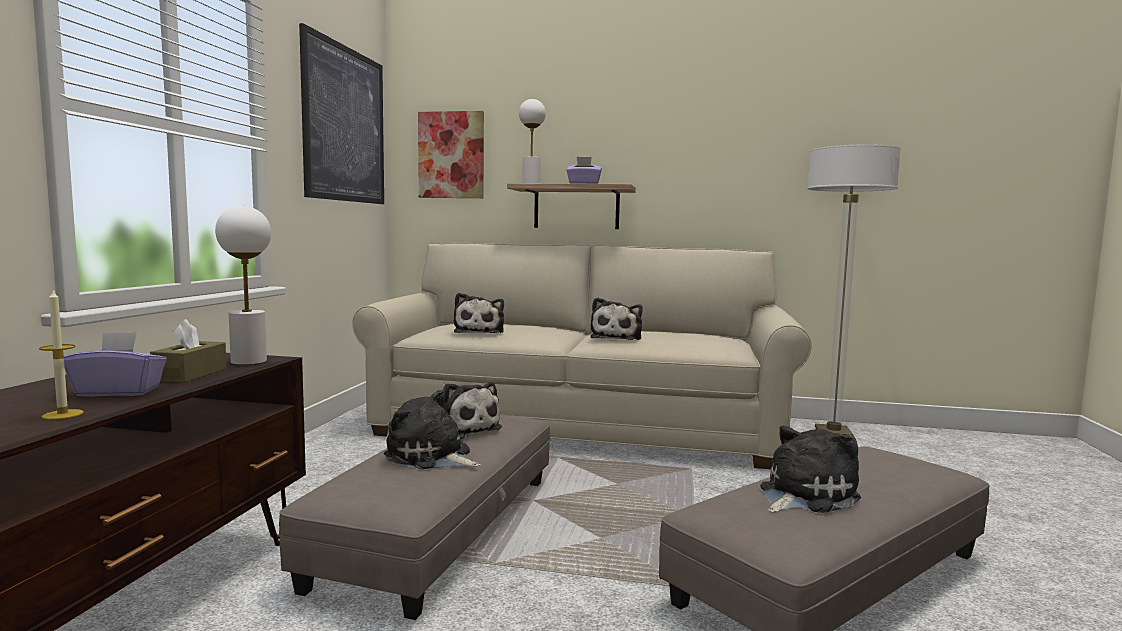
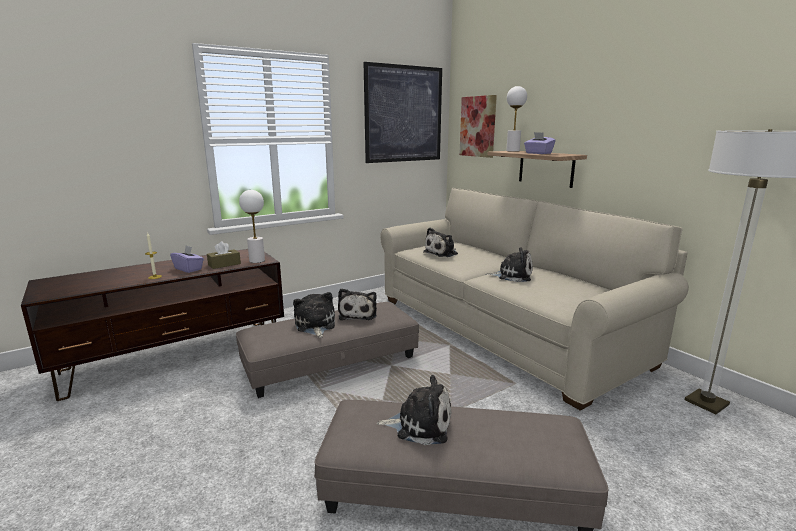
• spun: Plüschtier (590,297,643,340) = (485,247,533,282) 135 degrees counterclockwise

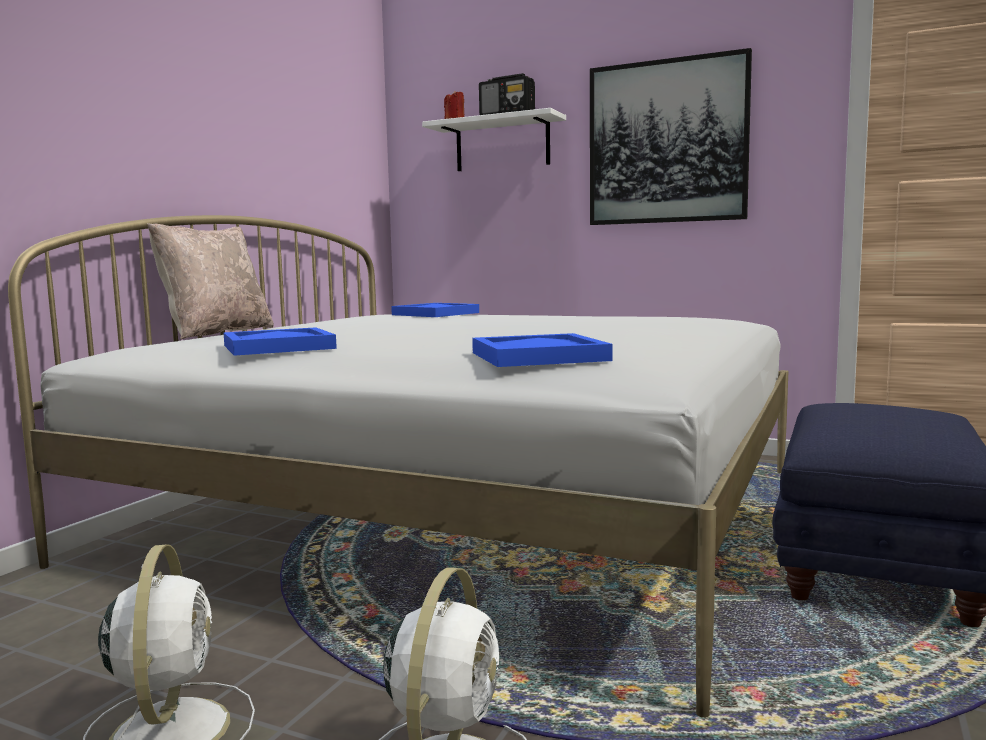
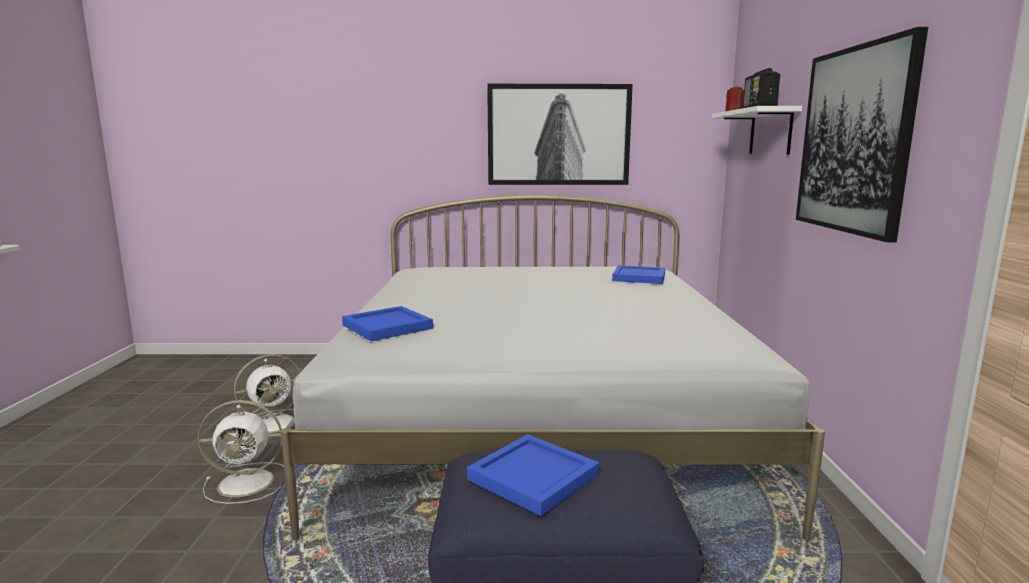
• missing: Kissen (beige) (147,223,274,340)
• relocated: Tablett (blau) (223,327,337,356) to (467,434,599,516)
• appeared: Bild (487,84,633,185)

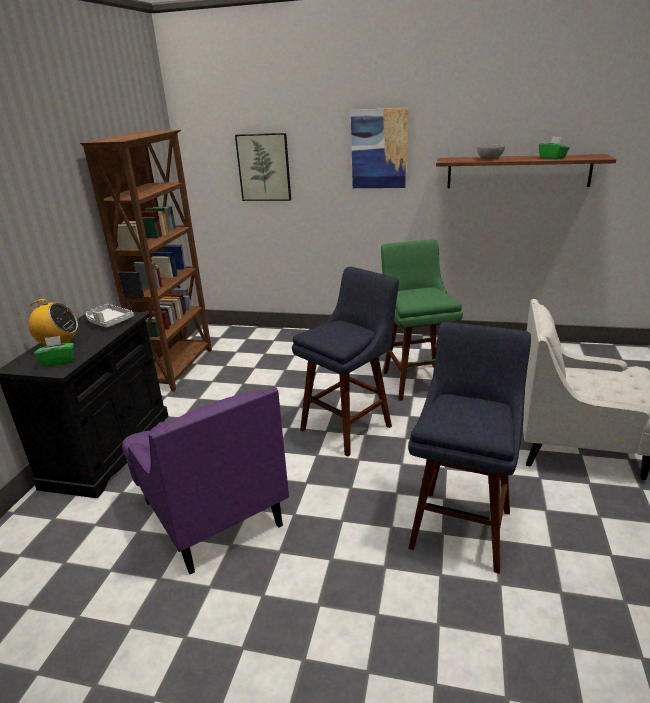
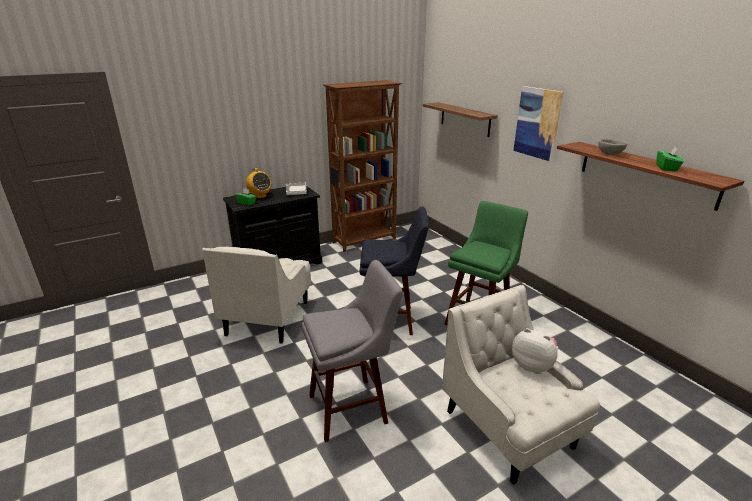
• colour: Sessel (lila) (122,387,289,575) to Sessel (weiß) (202,247,311,344)
• exchanged: Bild (235,133,291,201) to Wandregal (423,102,498,137)
• colour: Hocker (blau) (408,322,531,574) to Hocker (grau) (302,260,402,442)
• appeared: Plüschtier (512,328,558,374)

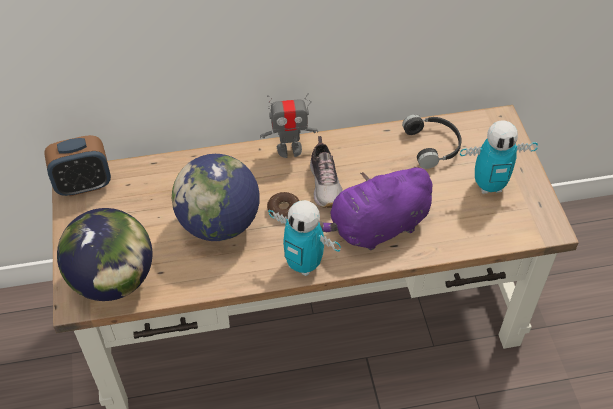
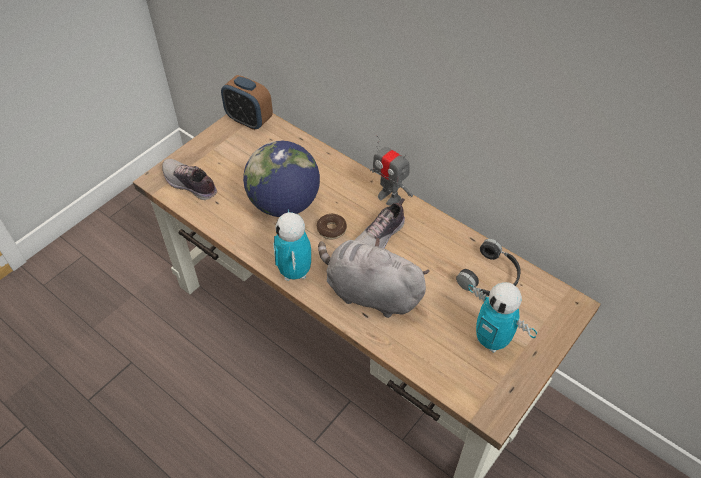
• exchanged: Globus (57,208,153,301) to Schuh (162,159,217,200)
• colour: Plüschtier (lila) (319,167,432,250) to Plüschtier (grau) (318,237,430,318)

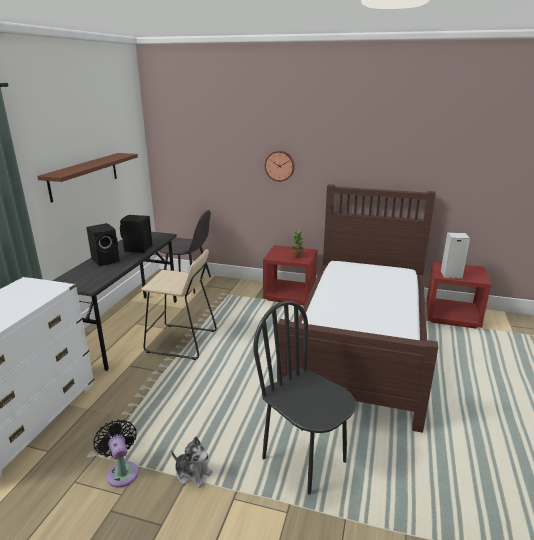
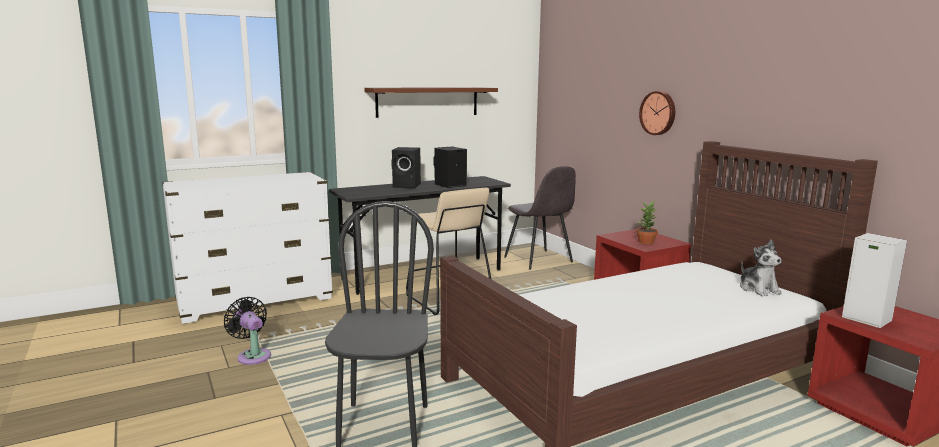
• spun: Ventilator (schwarz) (93,419,139,488) = (224,297,271,365) 60 degrees counterclockwise
• relocated: Plüschtier (171,436,213,488) to (740,240,782,296)

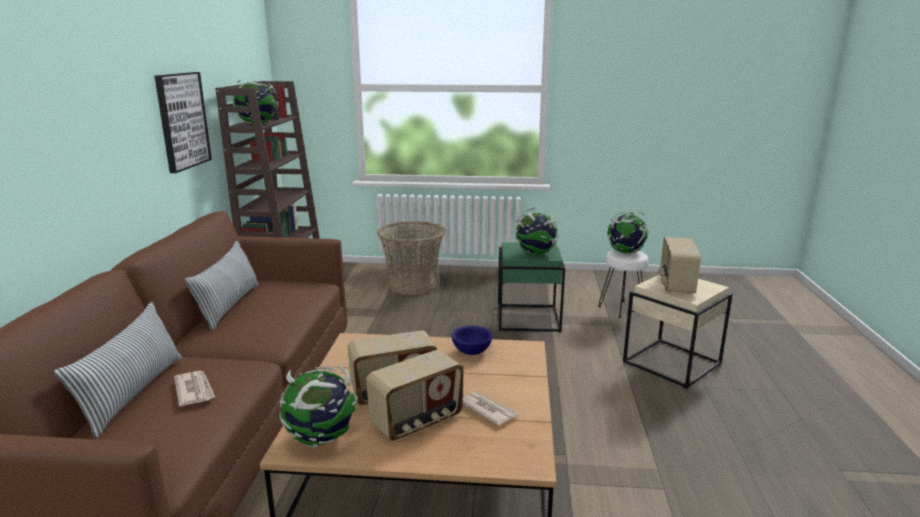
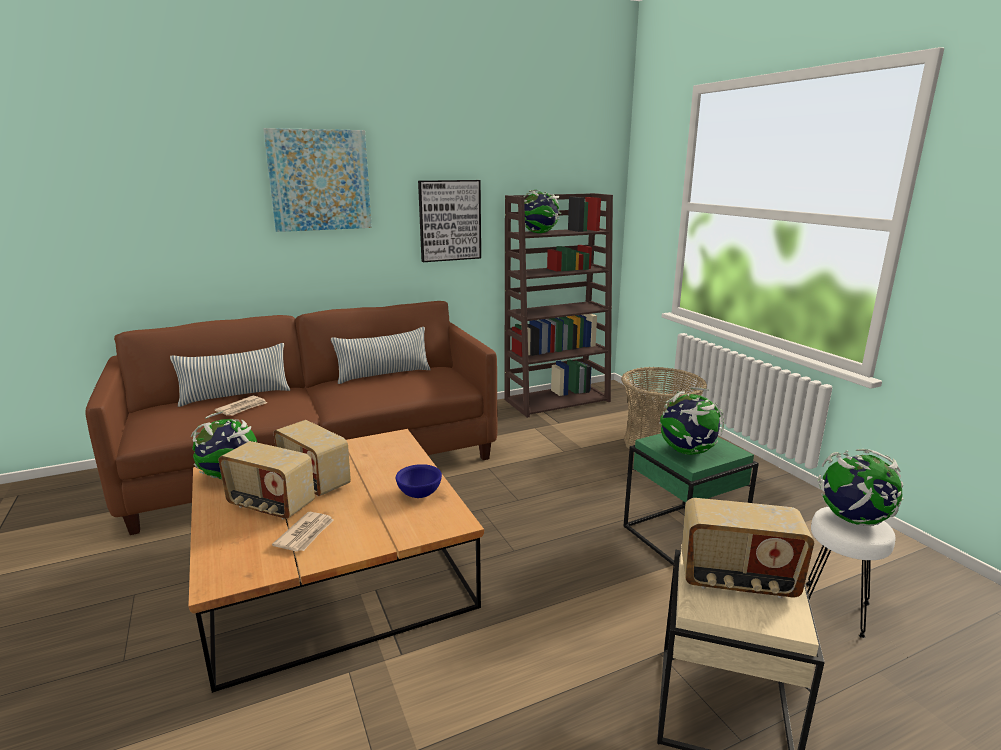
• spun: Radio (658,237,701,294) = (682,498,814,598) 150 degrees counterclockwise
• appeared: Bild (263,128,372,232)

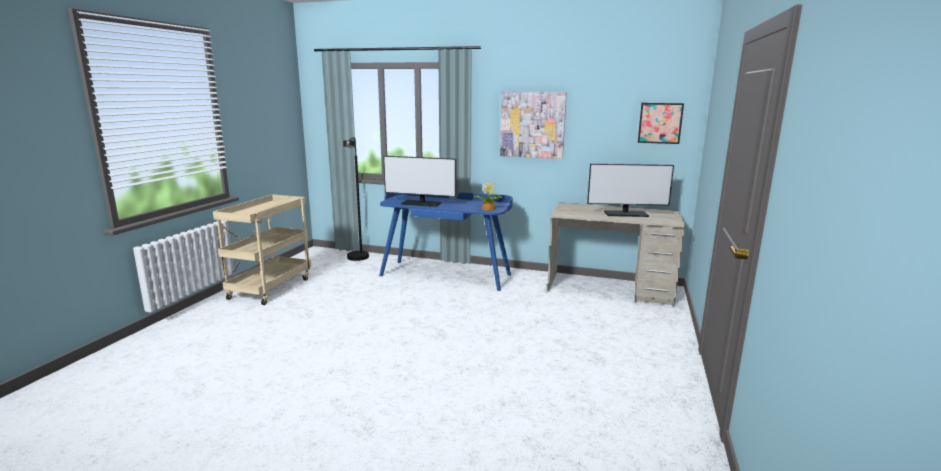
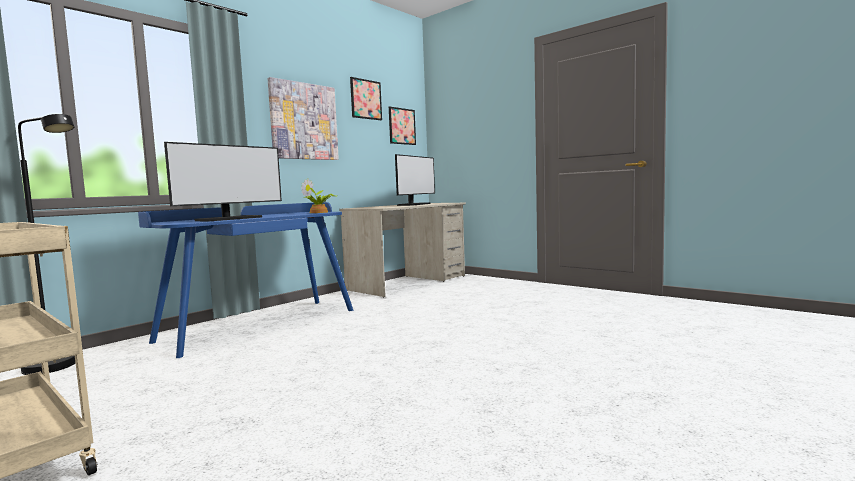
• appeared: Bild (350,77,382,120)

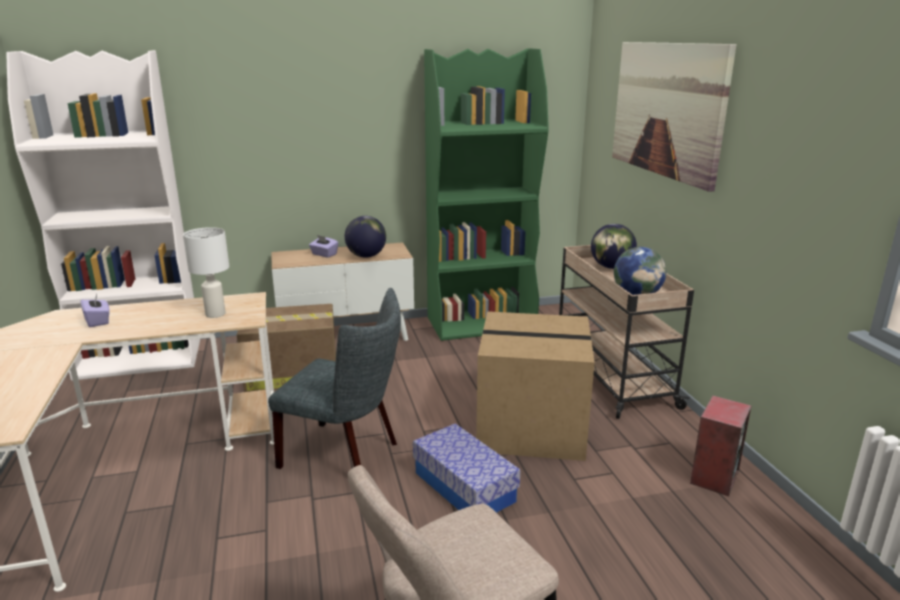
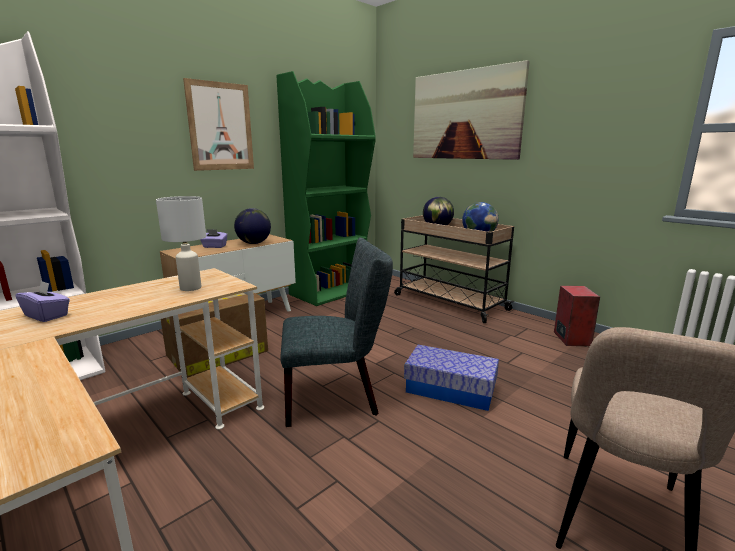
• missing: Karton (476,311,595,461)
• appeared: Bild (183,78,254,171)

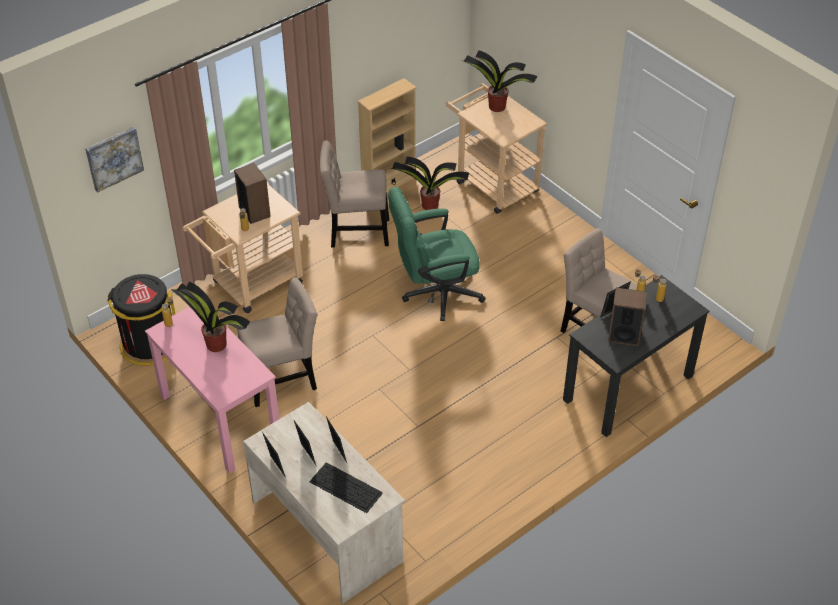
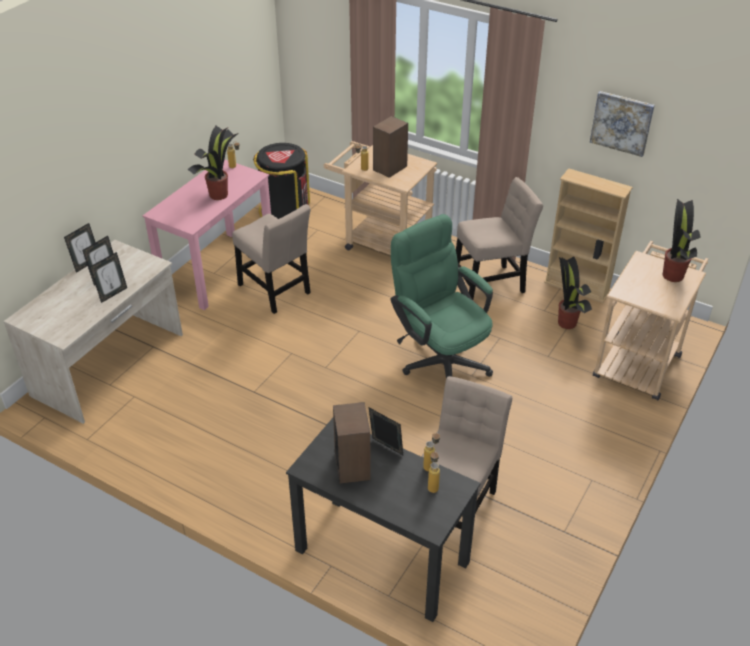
• relocated: Bild (85,127,144,193) to (590,91,655,157)
• missing: Tastatur (309,462,383,513)
• spun: Stuhl (beige) (320,140,389,247) = (456,177,543,300) 90 degrees clockwise

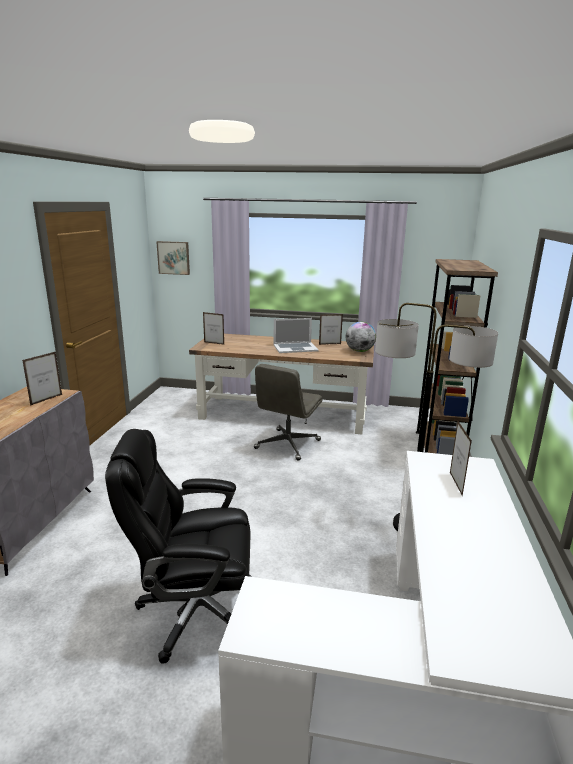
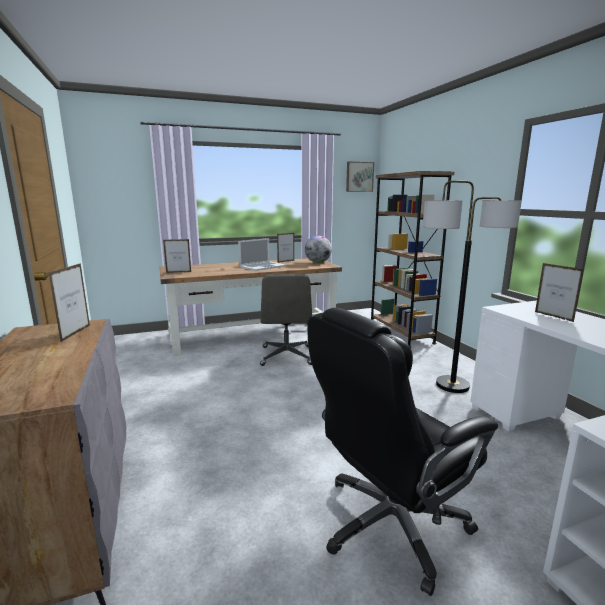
• relocated: Bild (156,241,190,275) to (346,162,374,192)

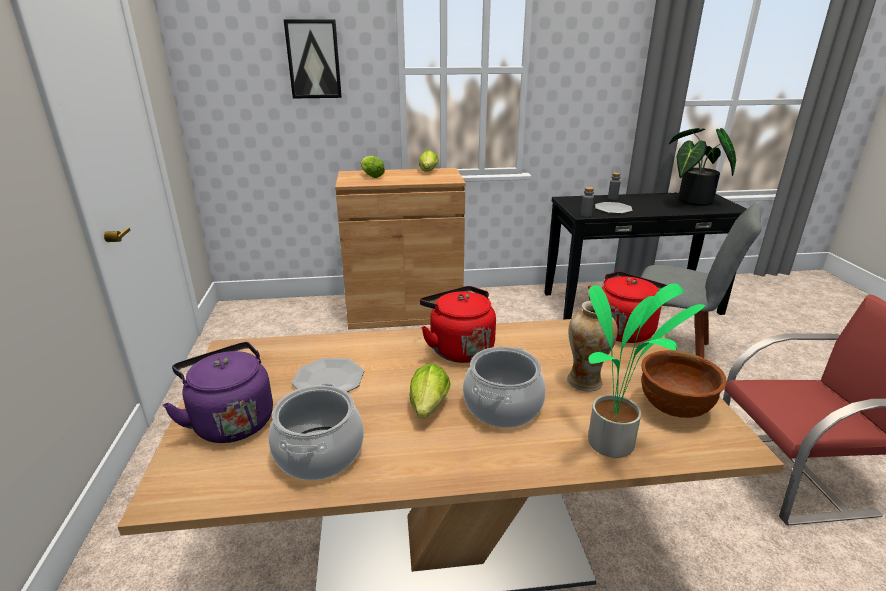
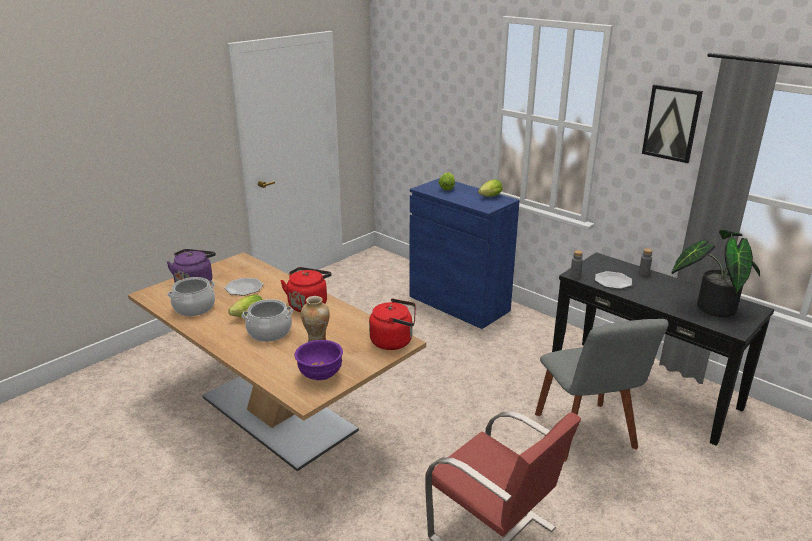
• relocated: Bild (283,19,342,98) to (642,84,703,163)
• colour: Schrank (braun) (335,168,466,330) to Schrank (blau) (409,178,520,329)
• missing: Topfpflanze (588,283,705,458)
• colour: Schüssel (braun) (641,350,727,418) to Schüssel (lila) (295,340,343,380)

